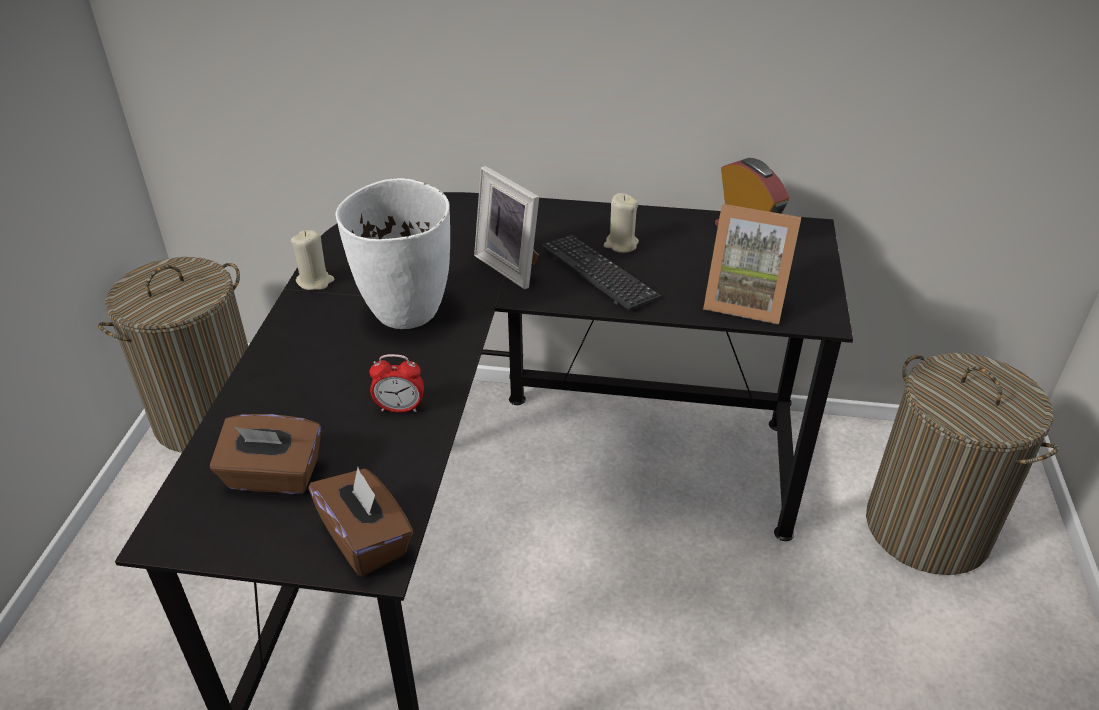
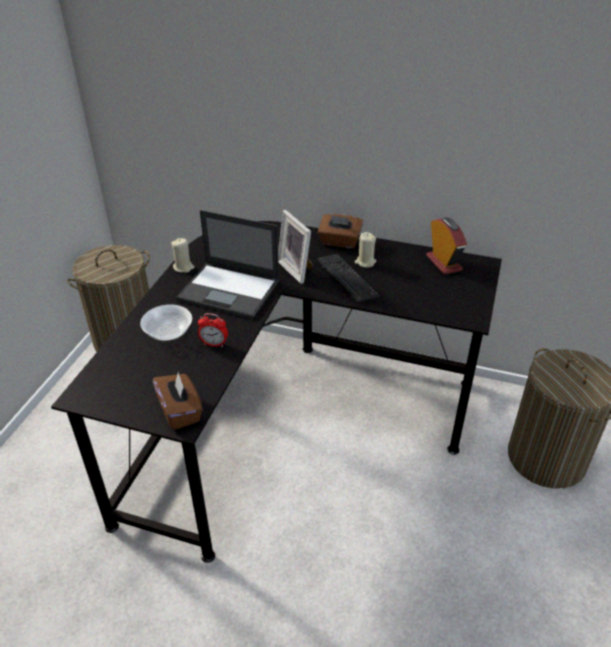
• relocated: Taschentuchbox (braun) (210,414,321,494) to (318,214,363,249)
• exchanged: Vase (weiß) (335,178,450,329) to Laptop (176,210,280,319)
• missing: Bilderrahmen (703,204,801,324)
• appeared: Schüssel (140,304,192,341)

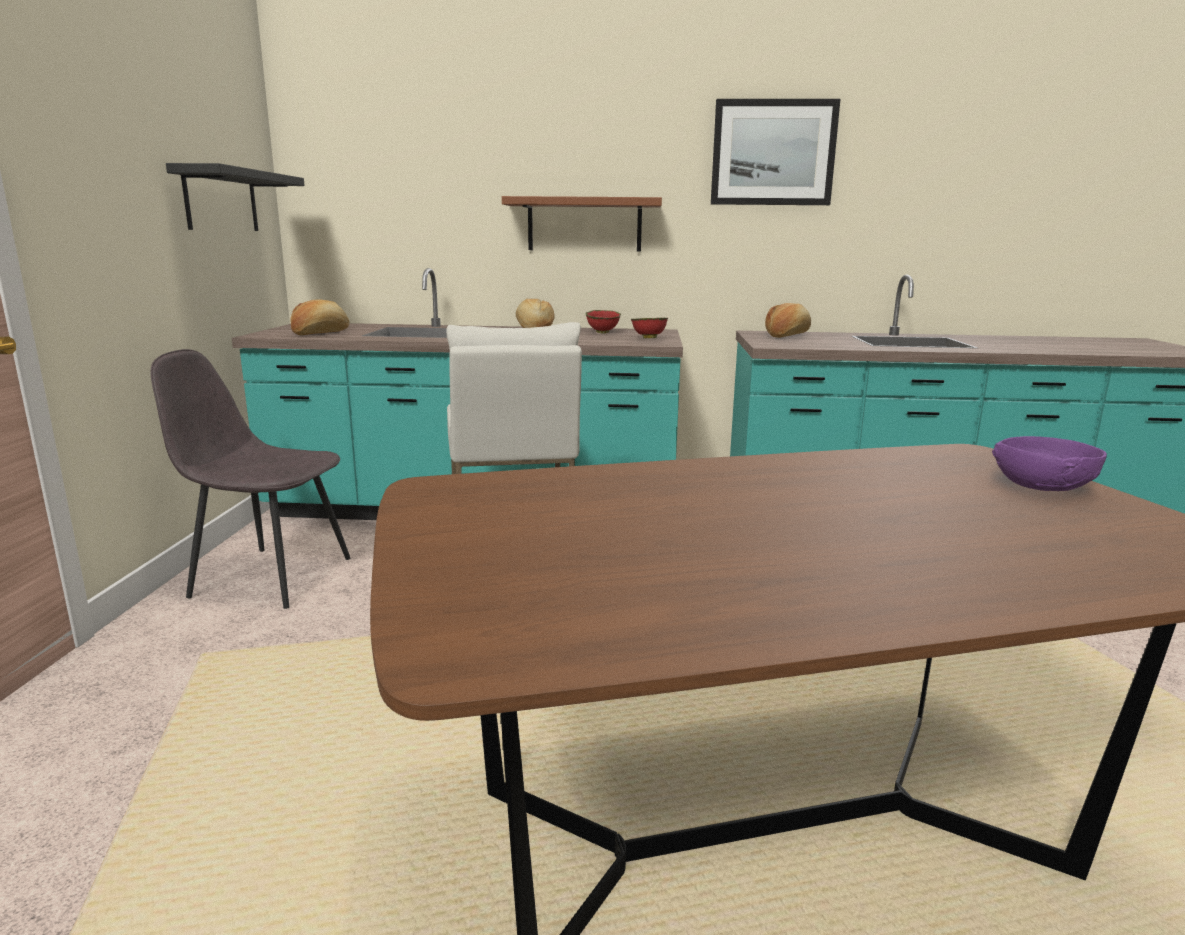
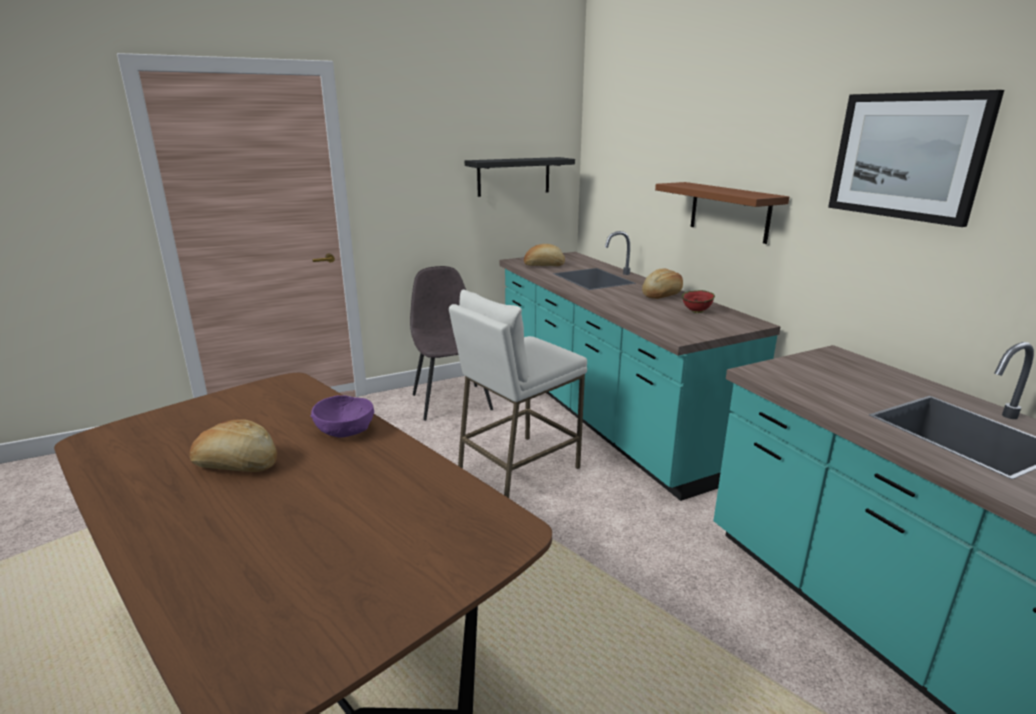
• missing: Schüssel (rot) (631,318,668,338)
• relocated: Brot (765,303,811,338) to (190,419,277,472)
• relocated: Schüssel (lila) (992,436,1107,491) to (311,395,374,438)

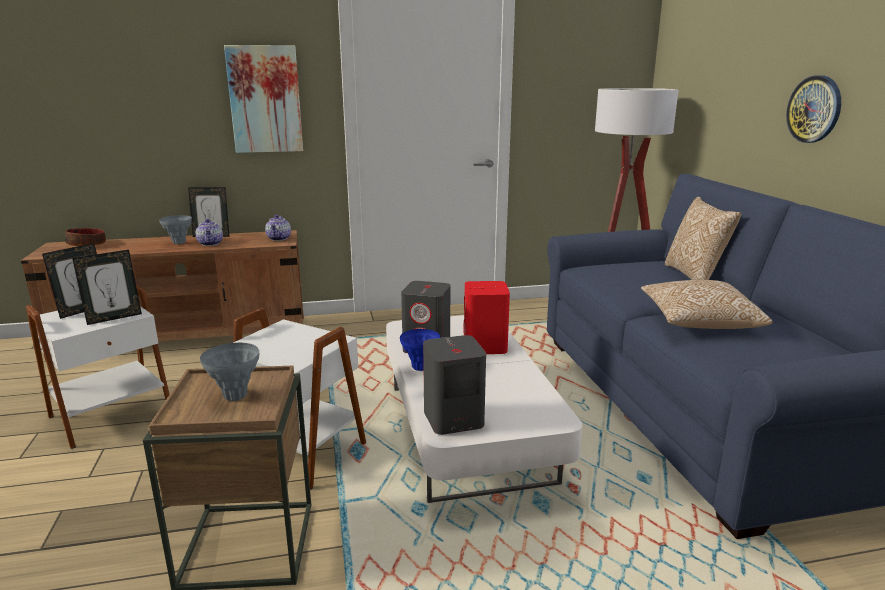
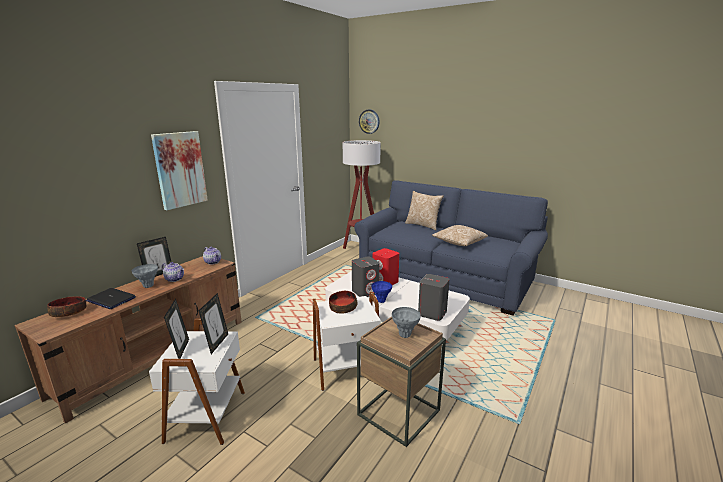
• relocated: Wanduhr (786,75,841,143) to (359,110,380,134)
• appeared: Laptop (86,288,136,309)
• appeared: Schüssel (329,291,357,314)

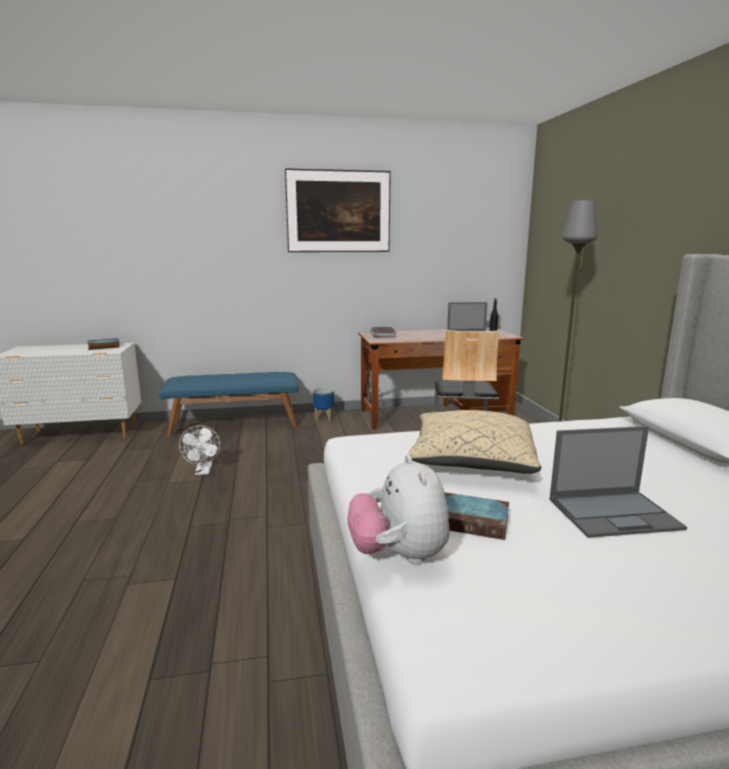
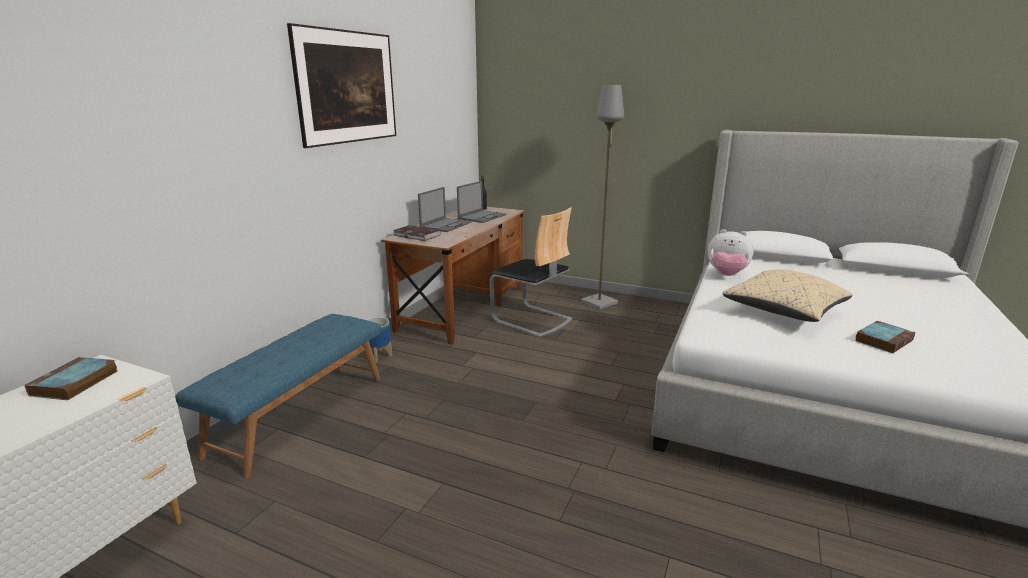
• missing: Ventilator (weiß) (179,425,220,475)
• relocated: Plüschtier (348,455,450,565) to (708,229,754,276)
• relocated: Laptop (550,426,687,538) to (418,187,471,232)

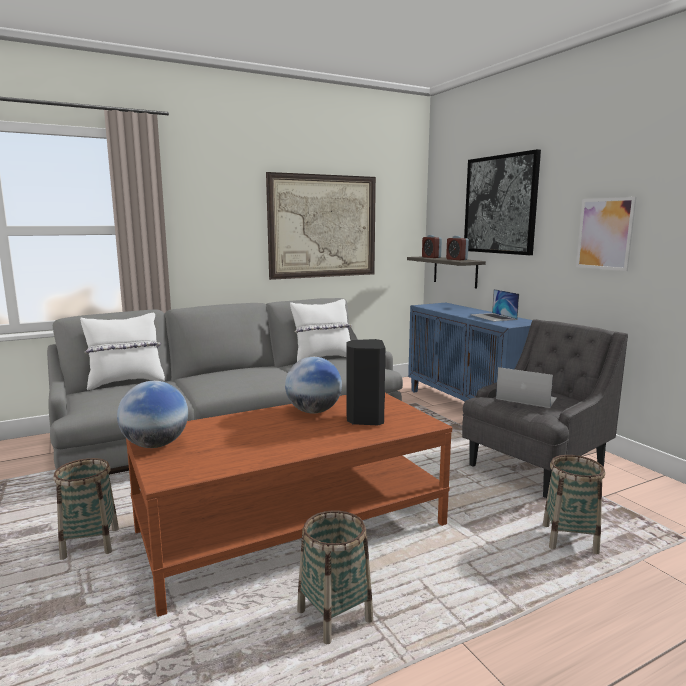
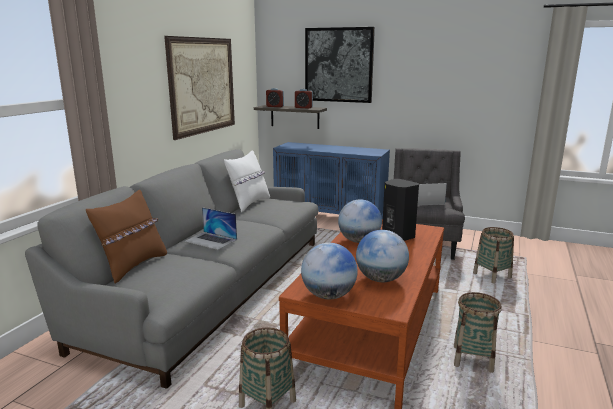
• colour: Kissen (weiß) (80,313,165,390) to Kissen (braun) (86,190,167,283)
• relocated: Laptop (471,289,519,322) to (184,207,237,250)
• missing: Bild (576,197,636,271)
• appeared: Globus (356,230,409,282)

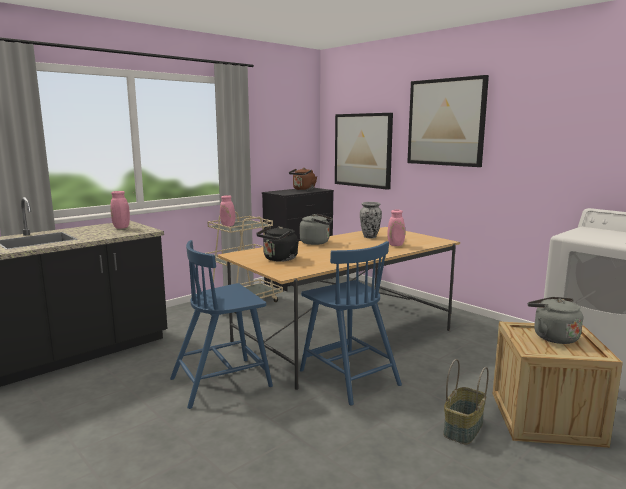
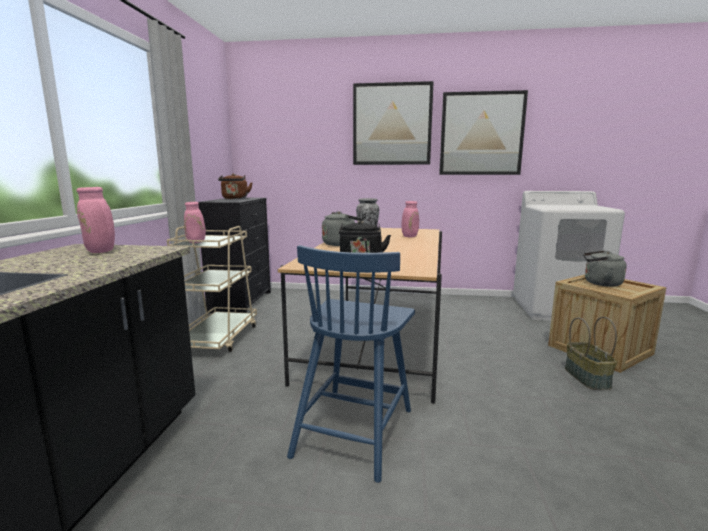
• missing: Stuhl (blau) (300,241,402,405)
• relocated: Bild (335,113,393,190) to (439,90,528,175)

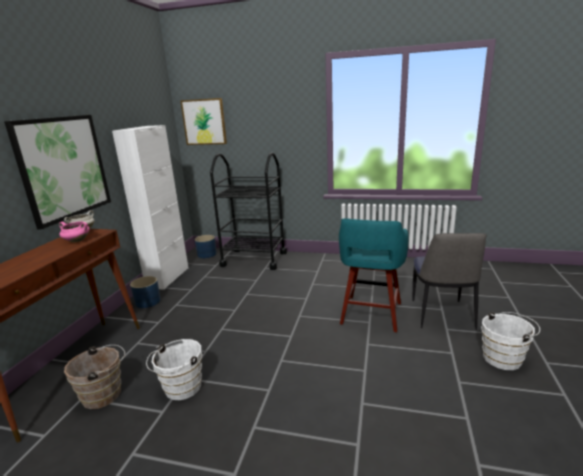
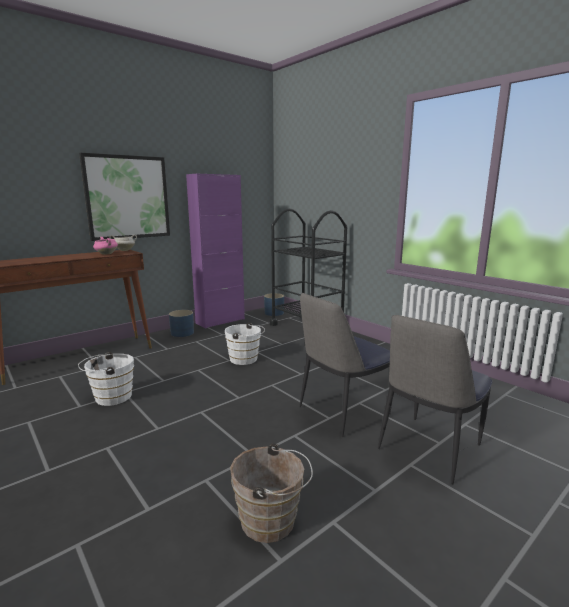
• relocated: Eimer (braun) (64,345,125,409) to (230,444,313,543)
• colour: Schrank (weiß) (112,125,189,290) to Schrank (lila) (186,174,245,329)
• missing: Bild (180,98,227,145)
• exchanged: Hocker (türkis) (339,218,409,332) to Stuhl (300,293,392,437)
• relocated: Eimer (weiß) (481,312,540,370) to (225,323,265,365)

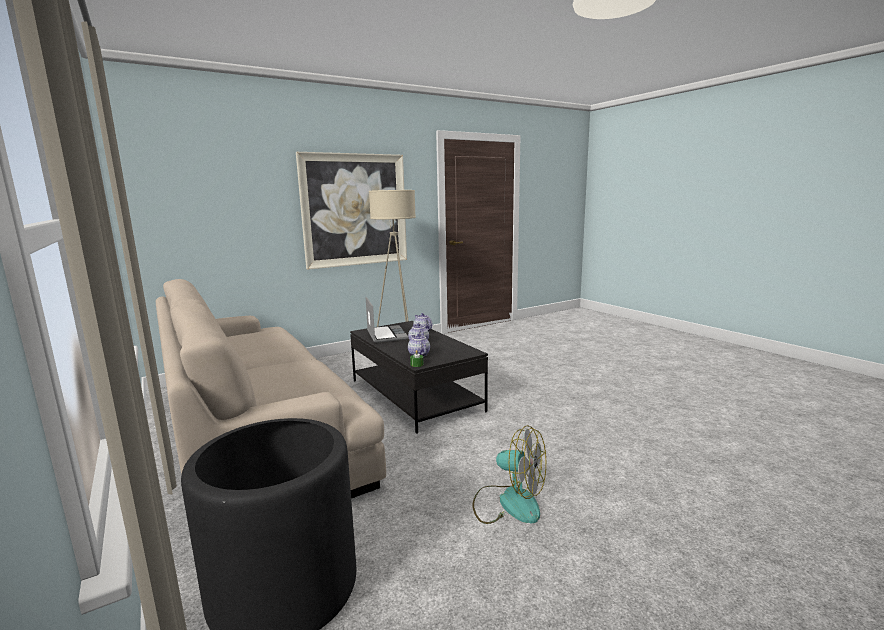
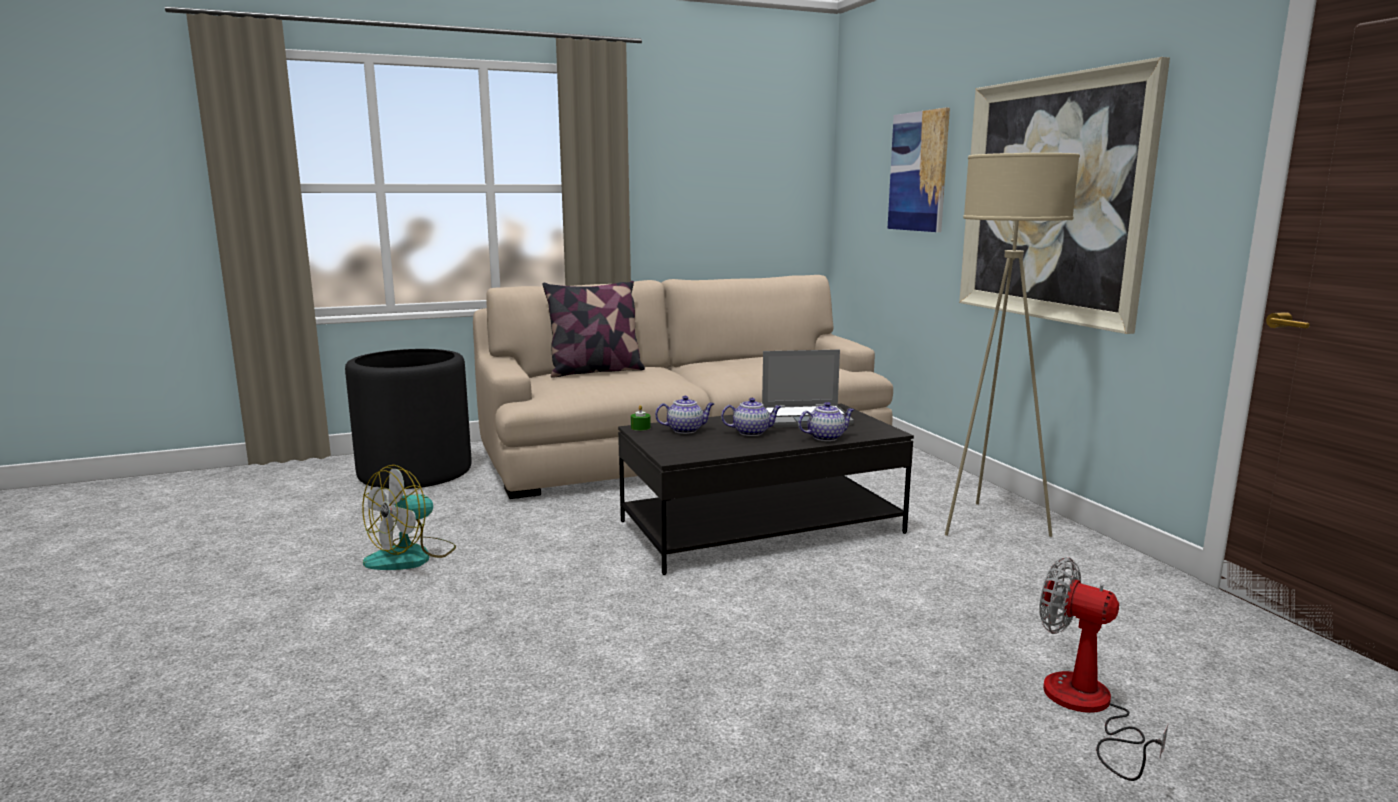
• appeared: Kissen (543,281,645,378)
• appeared: Bild (887,108,950,232)
• appeared: Ventilator (1039,558,1168,781)

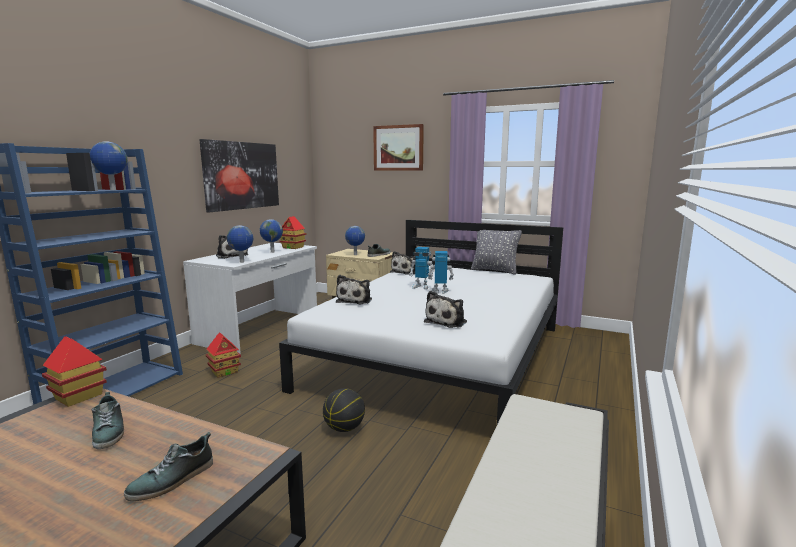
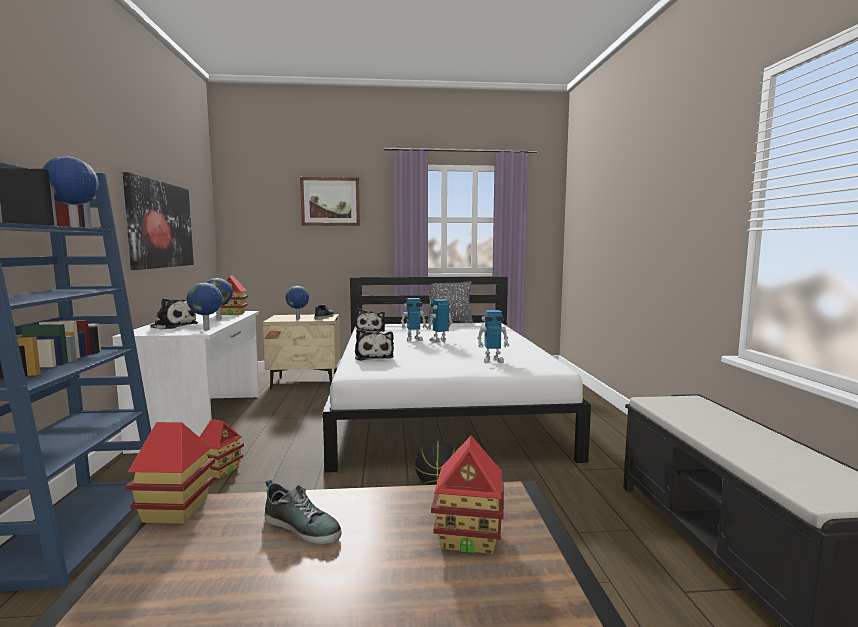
• exchanged: Schuh (124,432,213,501) to Spielzeughaus (431,436,504,554)
• exchanged: Plüschtier (424,291,467,328) to Spielzeugroboter (477,310,509,363)

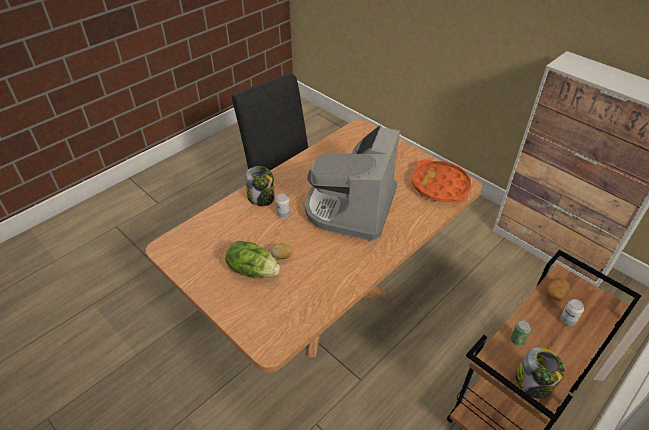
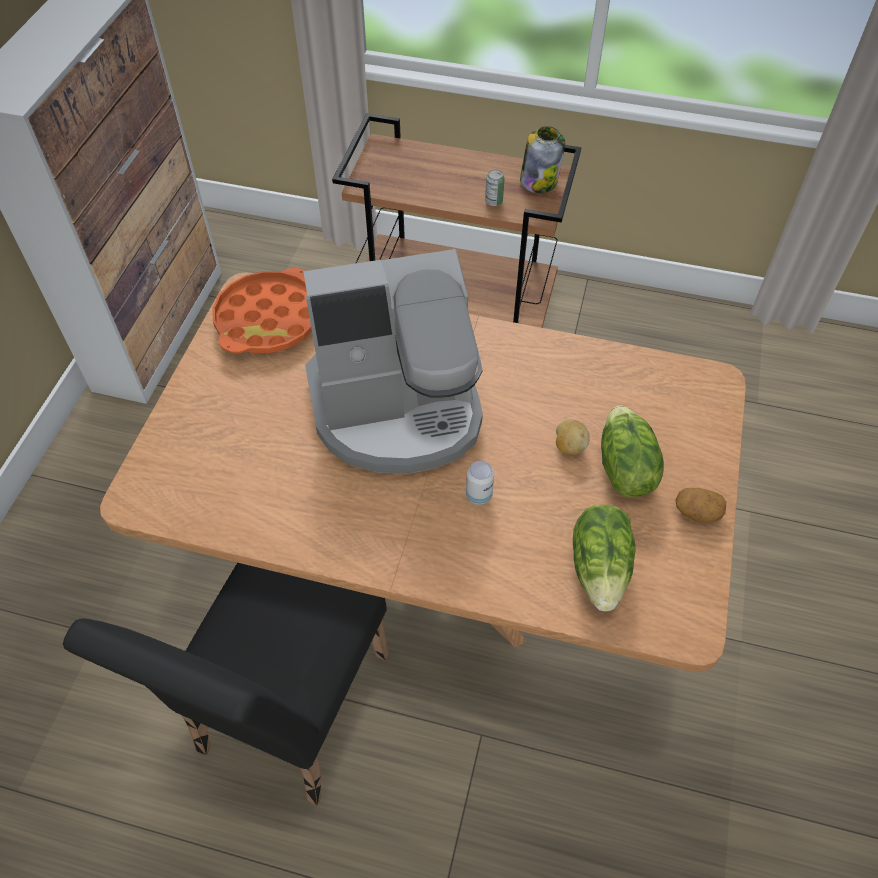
• missing: Vorratsglas (245,166,275,206)
• relocated: Kartoffel (546,277,570,301) to (676,488,726,523)
• missing: Dose (561,299,584,326)
• appeared: Salatkopf (573,505,636,611)

